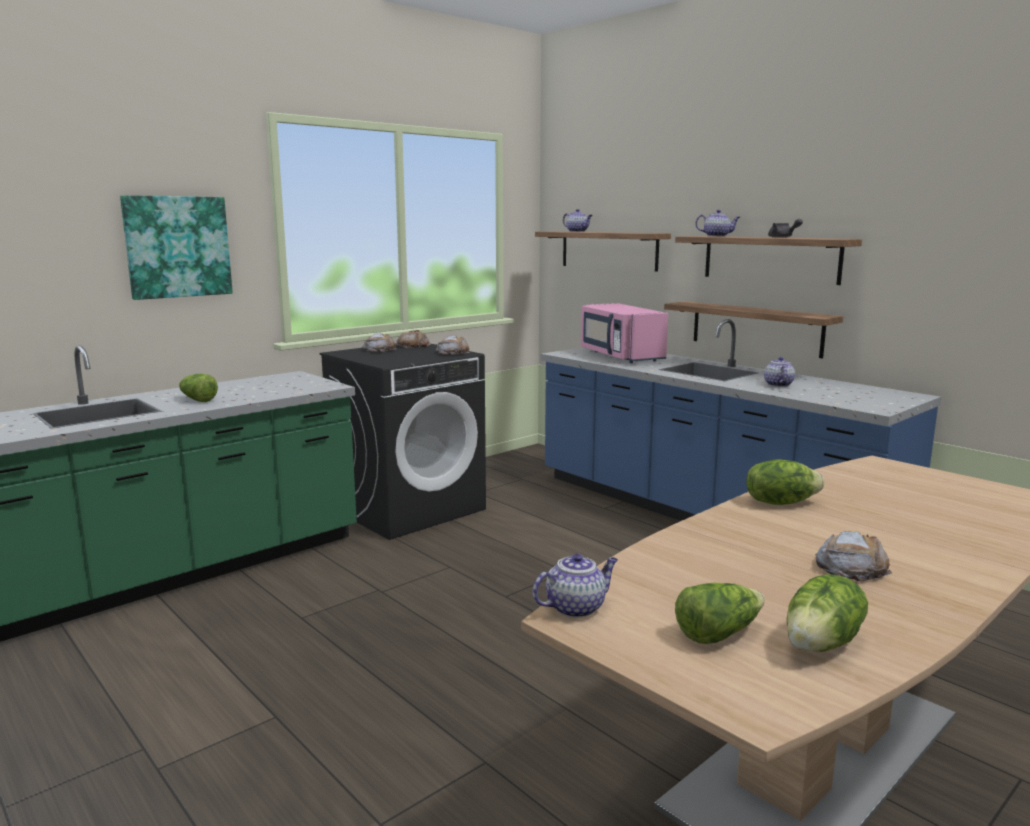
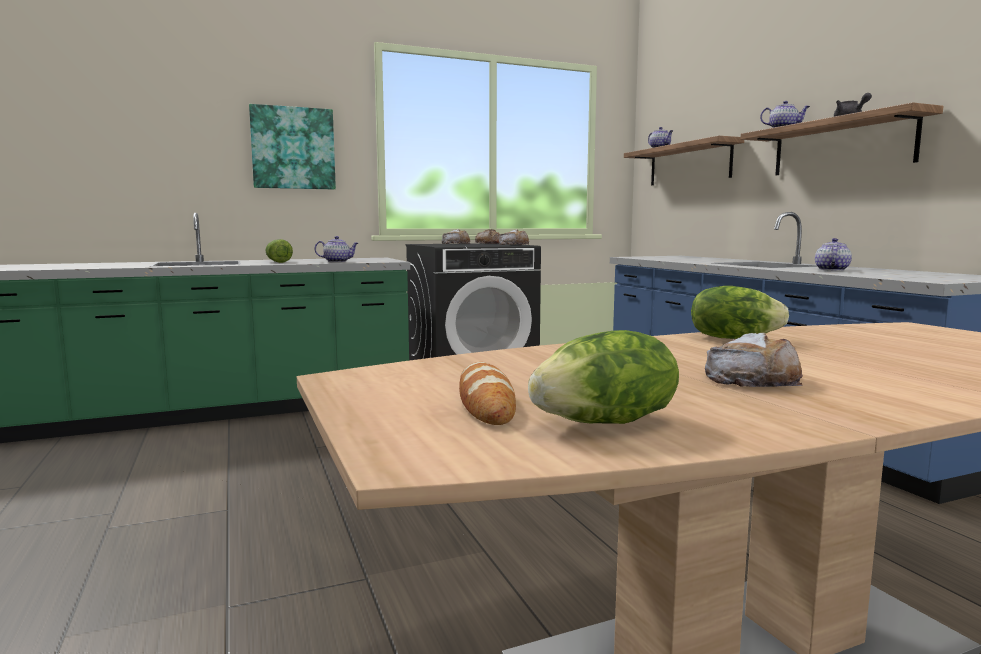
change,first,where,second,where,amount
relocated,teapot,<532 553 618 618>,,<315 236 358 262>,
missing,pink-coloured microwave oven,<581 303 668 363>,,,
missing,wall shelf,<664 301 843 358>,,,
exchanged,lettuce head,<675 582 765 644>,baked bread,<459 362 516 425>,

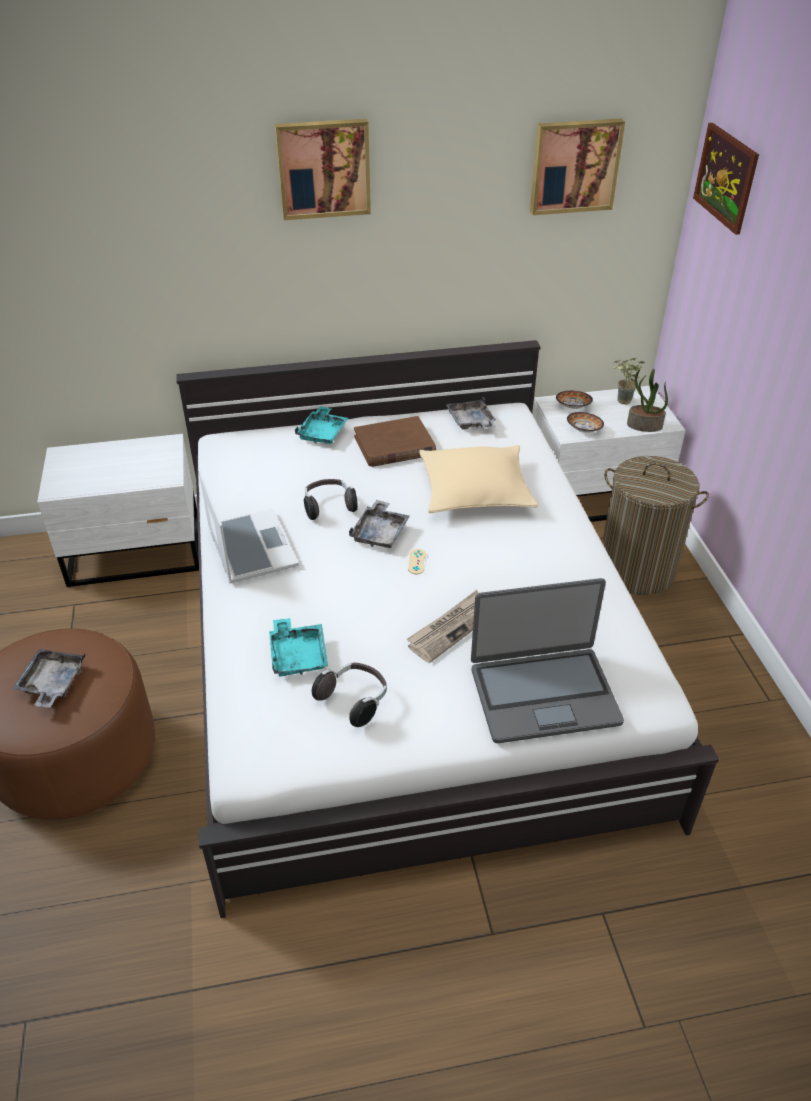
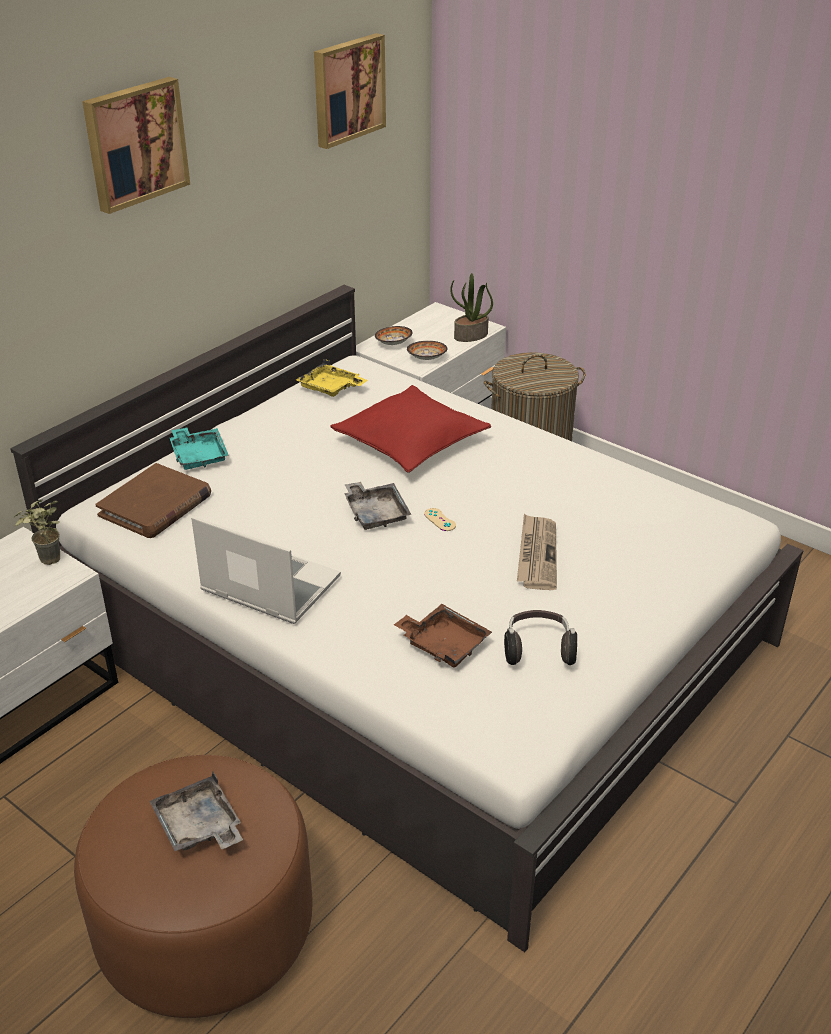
change,first,where,second,where,amount
colour,turquoise carrying tray,<269 618 328 676>,brownish carrying tray,<394 604 492 668>,
missing,headset,<304 479 358 520>,,,
relocated,brownish book,<354 416 436 467>,,<95 463 211 538>,
colour,beige pillow,<419 445 538 513>,red-coloured pillow,<330 385 491 473>,
colour,grey carrying tray,<446 397 496 429>,yellow carrying tray,<296 359 368 397>,
missing,notebook computer,<471 578 624 743>,,,
relocated,plant in a pot,<612 358 644 405>,,<14 499 60 565>,
missing,picture,<693 122 759 235>,,,

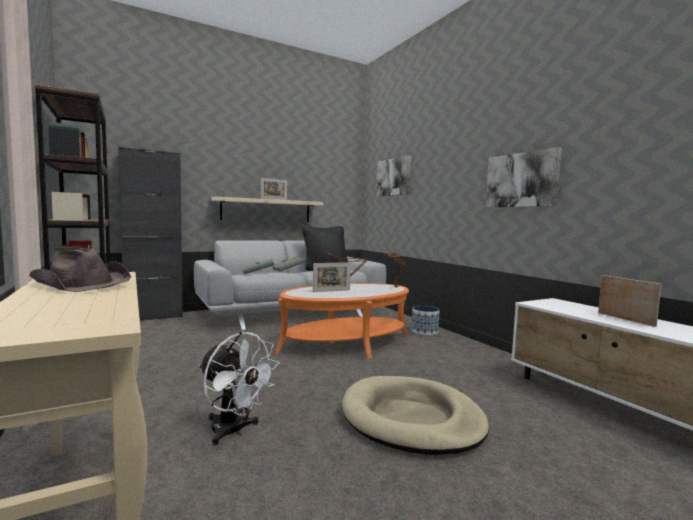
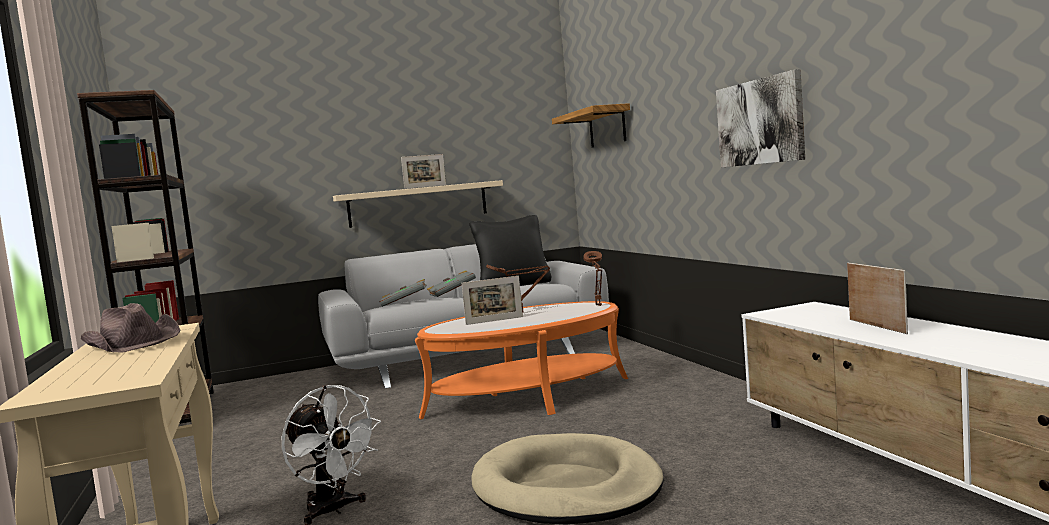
change,first,where,second,where,amount
missing,black storage cabinet,<118 147 183 321>,,,
exchanged,picture,<376 155 411 196>,wall shelf,<552 103 630 148>,
missing,flower pot,<412 306 440 336>,,,

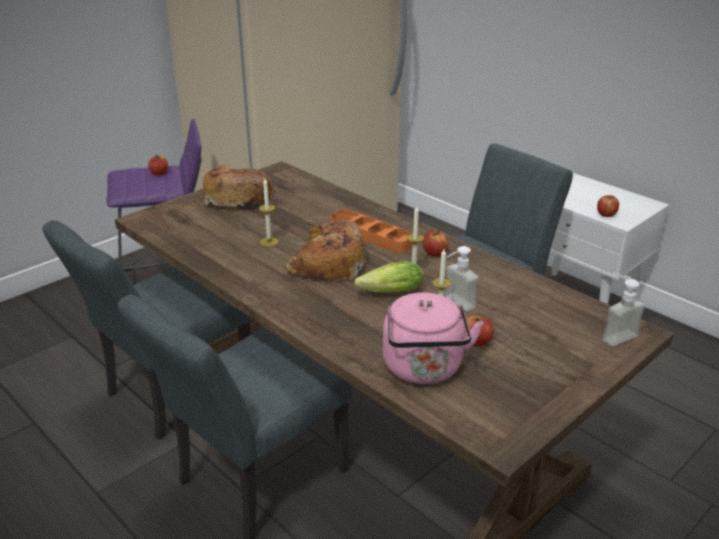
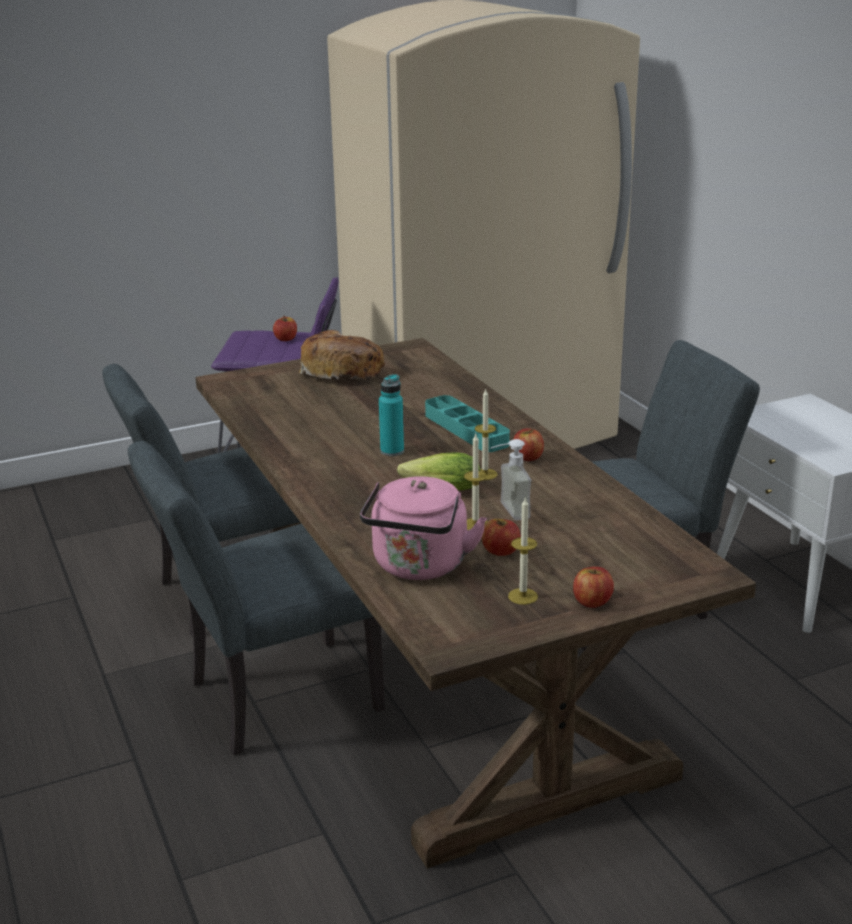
change,first,where,second,where,amount
relocated,wax light,<259 179 279 247>,,<508 498 538 605>,
exchanged,baked bread,<284 220 365 281>,turquoise beverage bottle,<379 374 404 456>,
colour,orange carrying tray,<330 209 413 253>,turquoise carrying tray,<425 395 510 452>,
relocated,apple,<597 195 619 217>,,<573 567 614 608>,
missing,soap bottle,<603 273 645 346>,,,

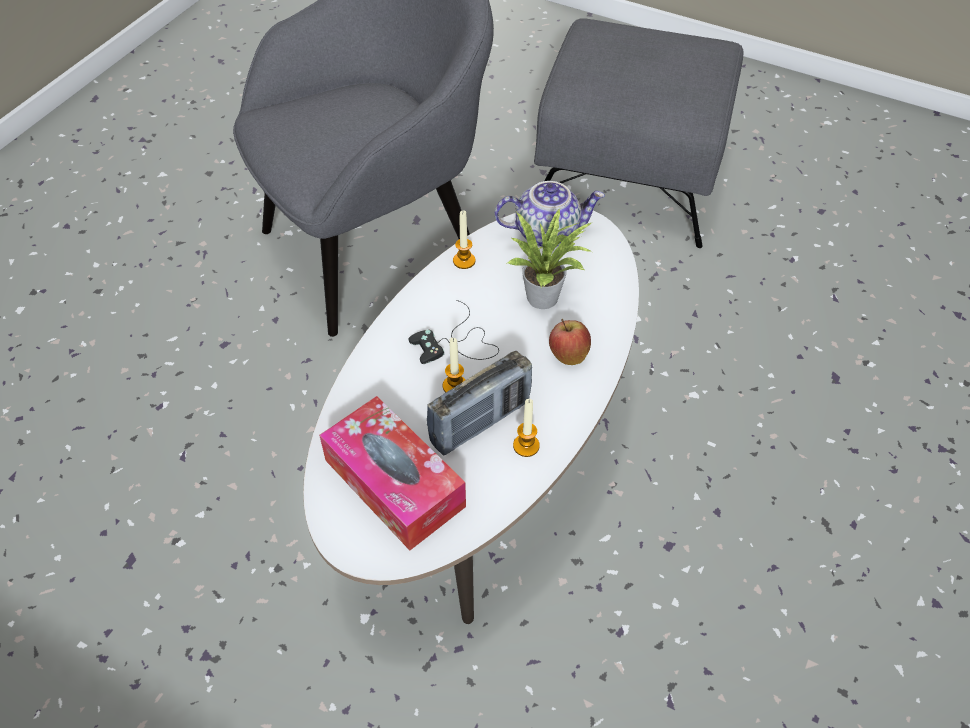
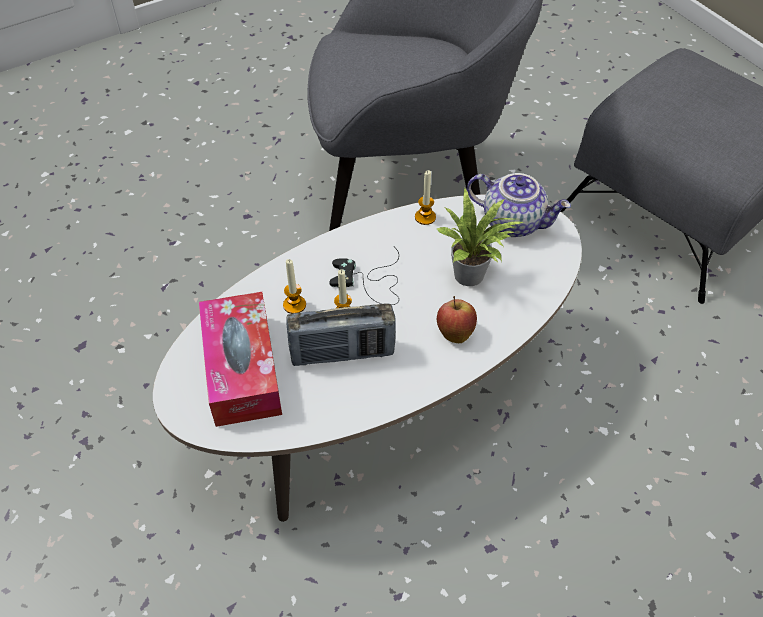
change,first,where,second,where,amount
relocated,wax light,<513 399 540 457>,,<283 259 306 314>,

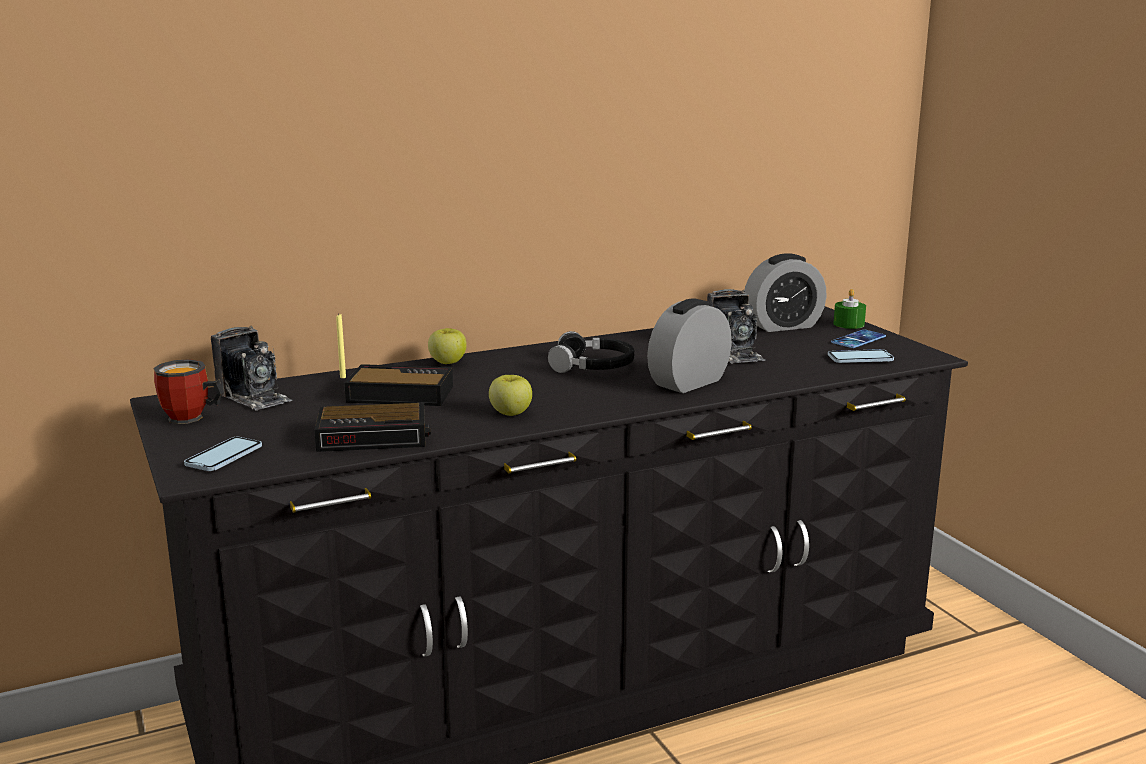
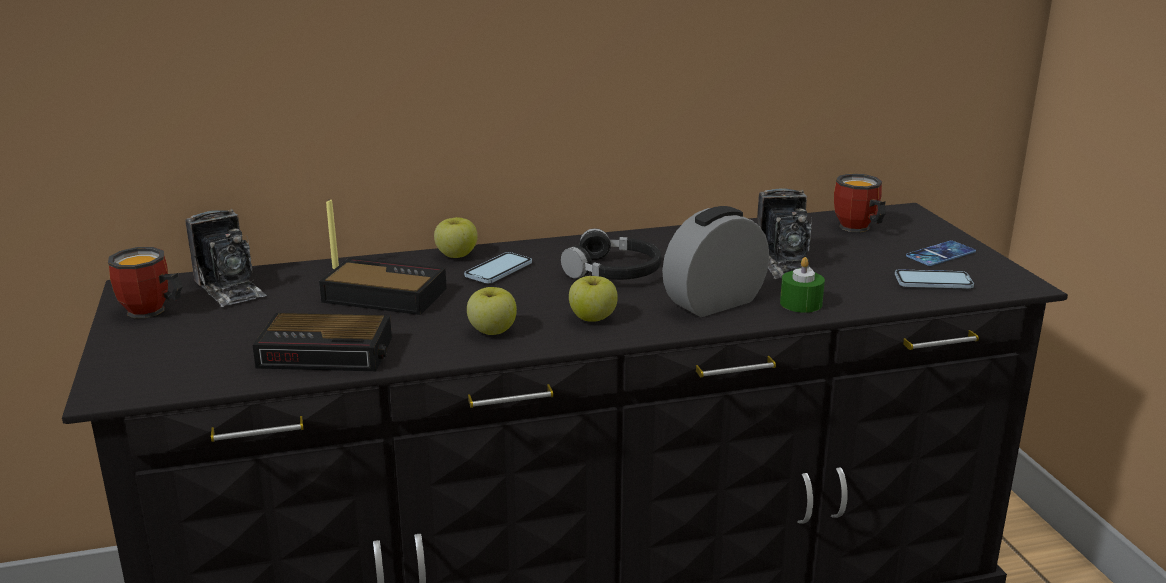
change,first,where,second,where,amount
relocated,telephone,<184 437 262 471>,,<464 252 532 283>,
exchanged,table clock,<745 253 827 332>,coffee mug,<834 174 886 232>,
relocated,green wax light,<833 289 866 329>,,<780 257 825 313>,
appeared,,,apple,<569 276 618 322>,

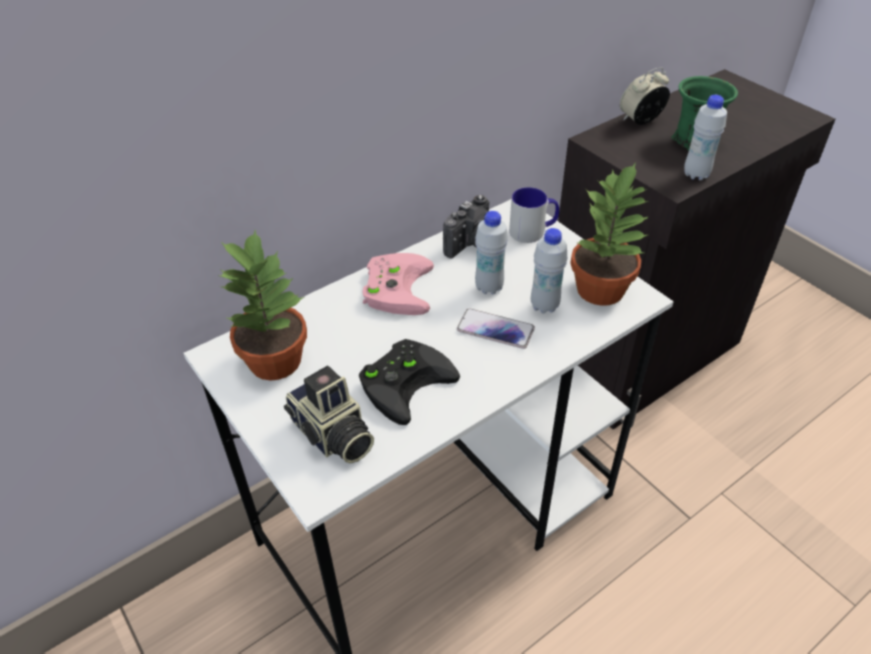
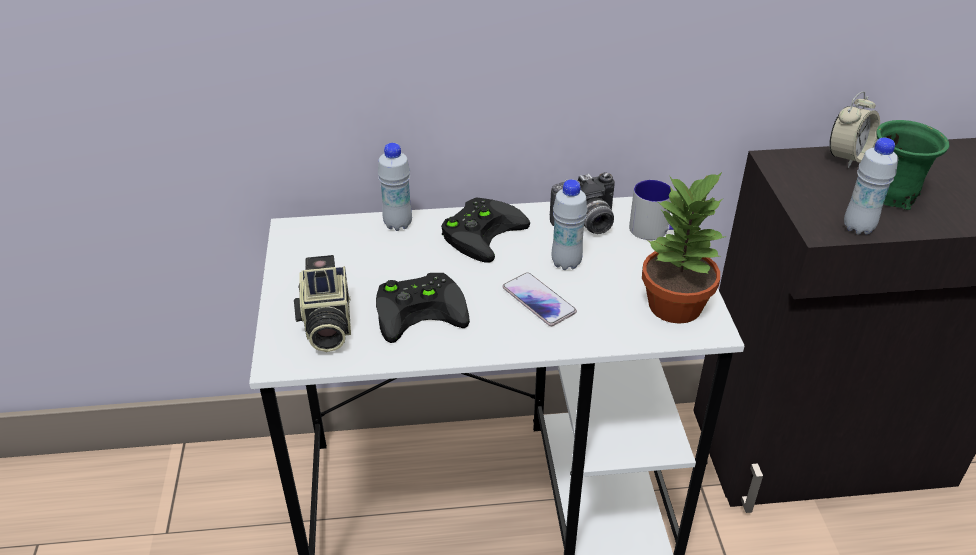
change,first,where,second,where,amount
missing,plant in a pot,<220 230 307 381>,,,
colour,pink-coloured gamepad,<362 253 434 315>,black gamepad,<441 197 530 263>,
relocated,white-coloured beverage bottle,<531 228 568 314>,,<378 143 412 231>,
spun,table clock,<620 67 670 125>,,<829 91 880 168>,135 degrees clockwise

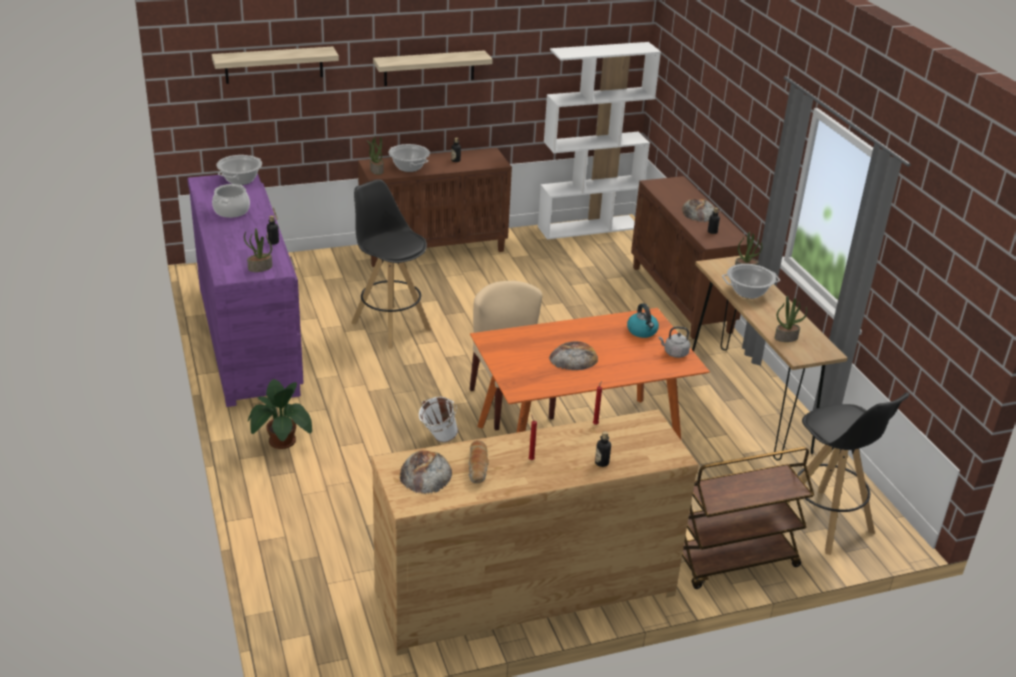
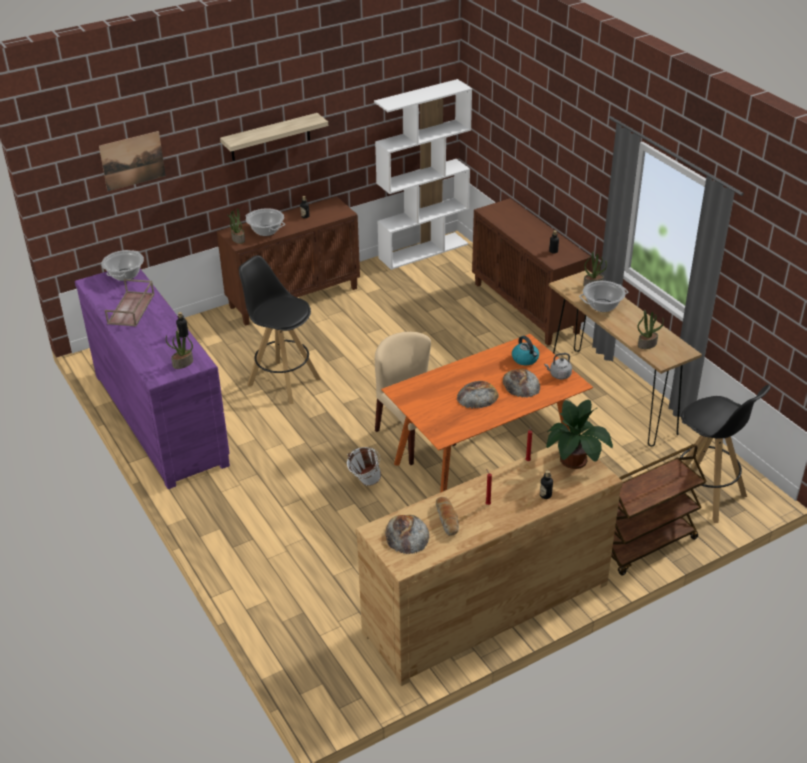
change,first,where,second,where,amount
exchanged,wall shelf,<212 47 339 84>,picture,<99 131 166 191>,
exchanged,cooking pot,<212 184 250 218>,brownish carrying tray,<105 279 154 327>,
relocated,plant in a pot,<248 379 312 449>,,<546 400 613 469>,
relocated,baked bread,<682 198 714 222>,,<503 369 540 398>,

